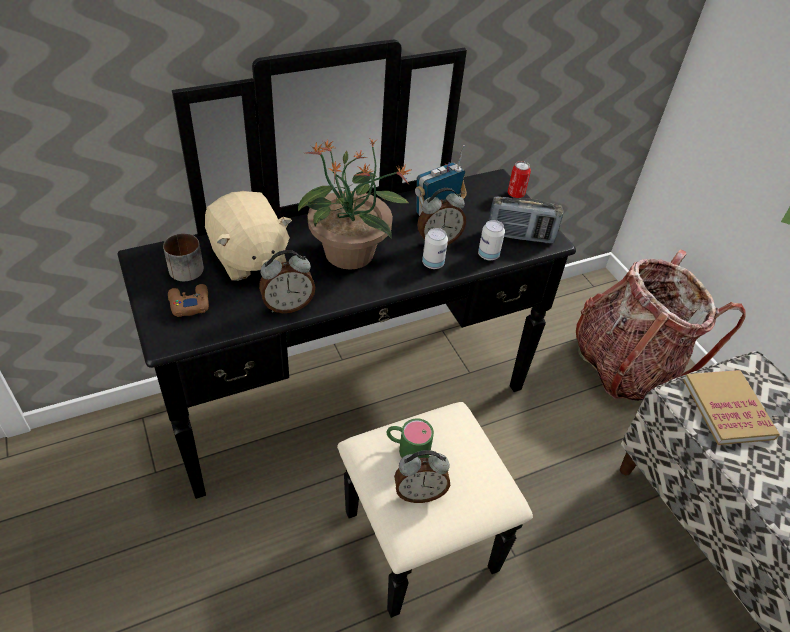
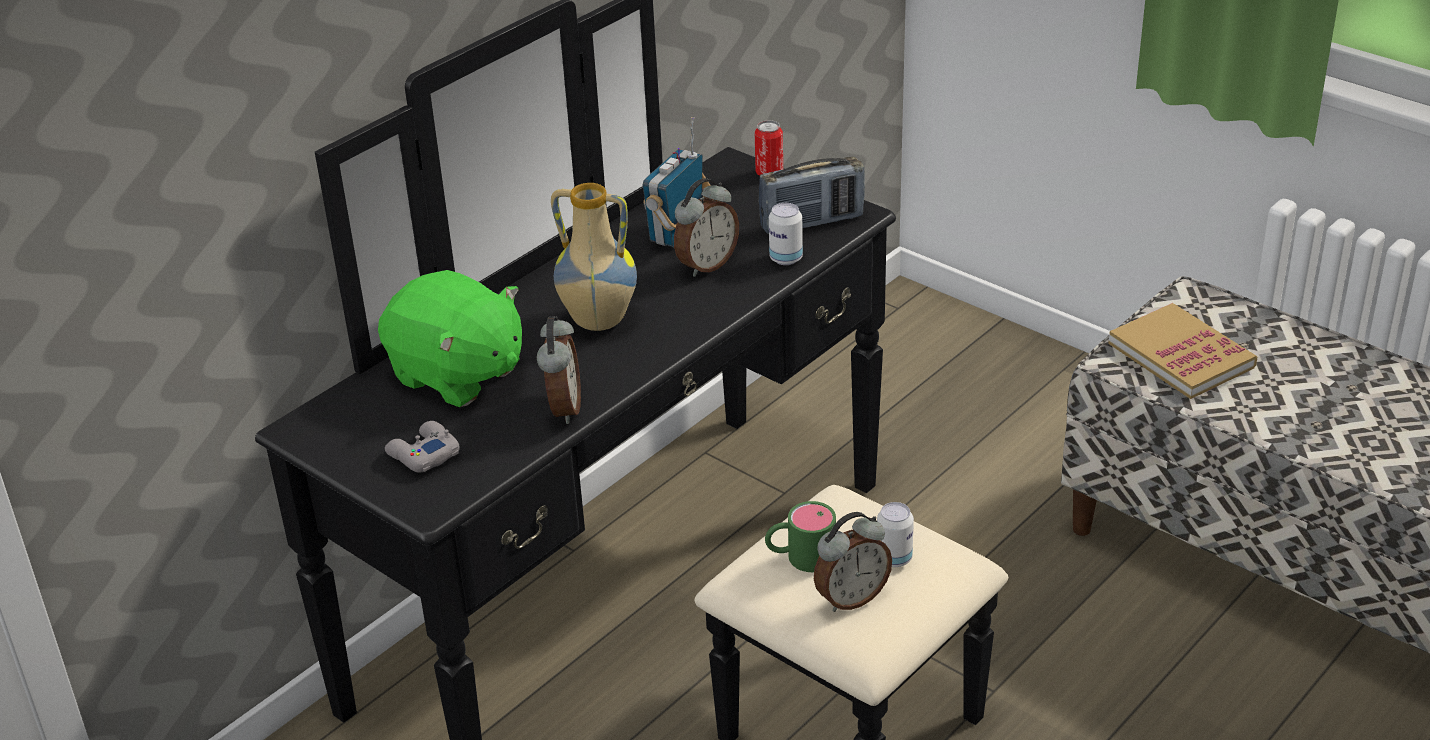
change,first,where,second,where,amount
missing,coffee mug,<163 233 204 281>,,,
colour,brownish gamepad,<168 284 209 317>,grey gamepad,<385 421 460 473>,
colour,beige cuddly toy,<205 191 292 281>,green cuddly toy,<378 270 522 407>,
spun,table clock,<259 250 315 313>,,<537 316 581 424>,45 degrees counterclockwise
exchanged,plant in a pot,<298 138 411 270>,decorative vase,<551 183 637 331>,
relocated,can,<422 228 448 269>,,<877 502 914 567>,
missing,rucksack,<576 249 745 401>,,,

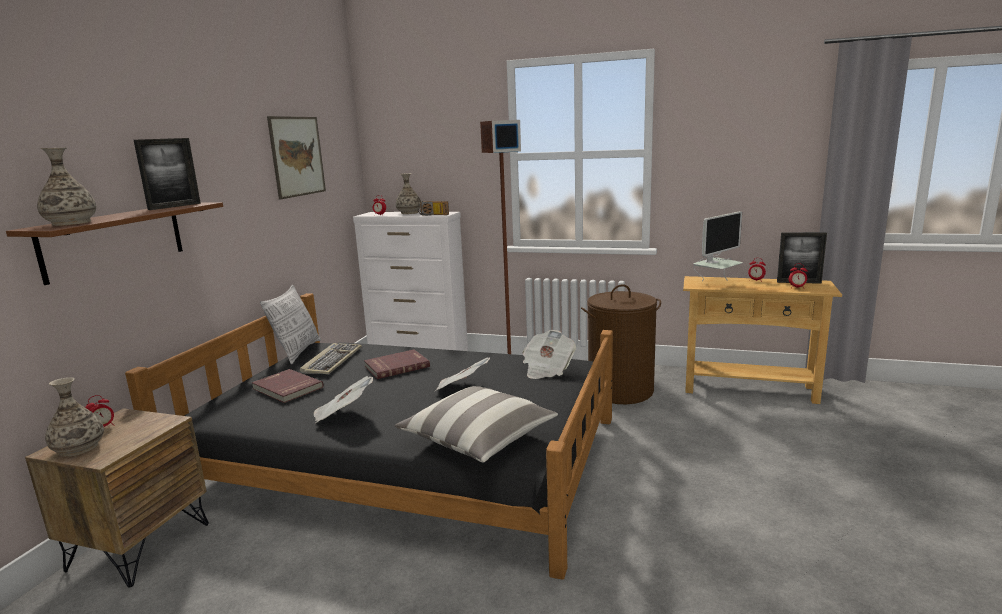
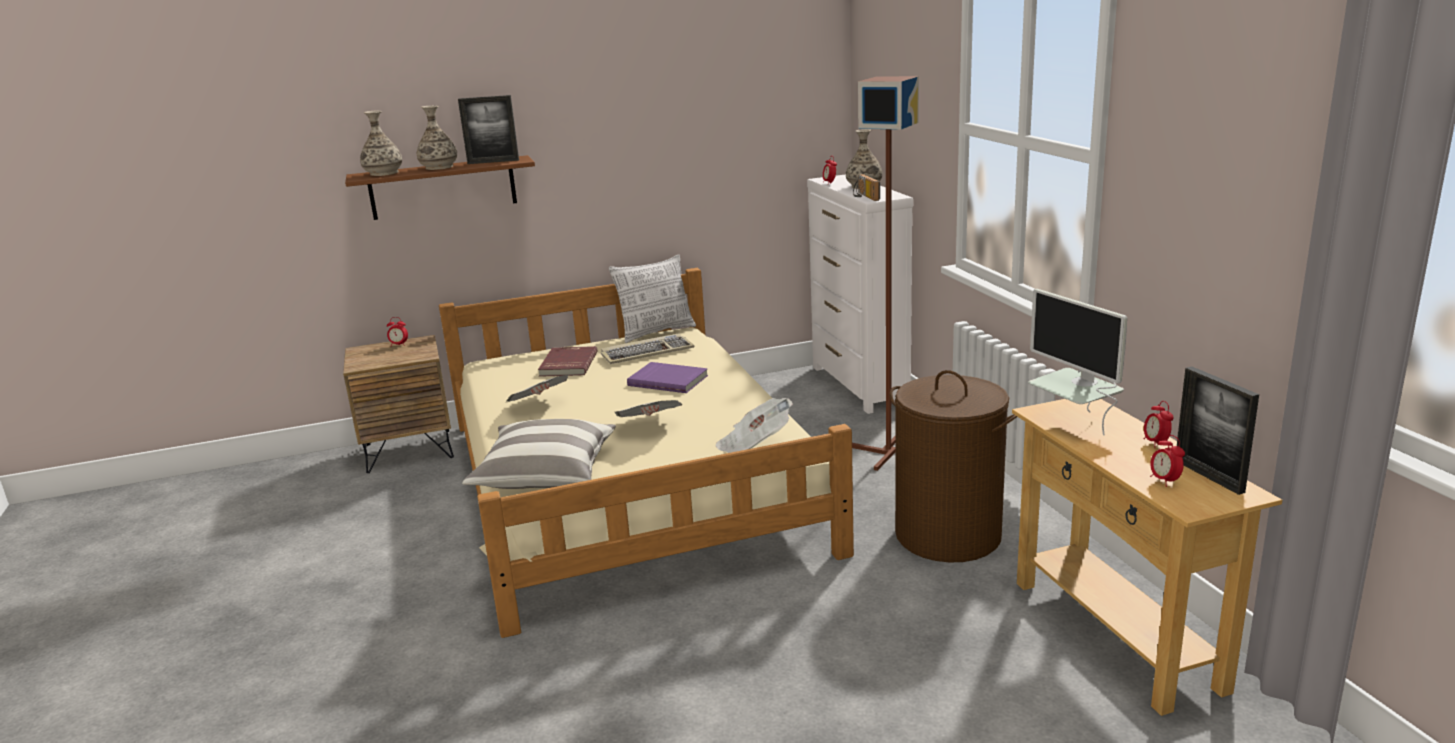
change,first,where,second,where,amount
relocated,decorative vase,<45 377 104 457>,,<417 106 457 170>,
colour,black bedroom bed,<125 293 613 580>,beige bedroom bed,<439 268 854 638>,
missing,picture,<267 116 326 200>,,,
colour,red-coloured book,<364 350 430 379>,purple-coloured book,<627 362 708 393>,
spun,computer screen,<693 211 743 281>,,<1028 289 1127 435>,45 degrees clockwise

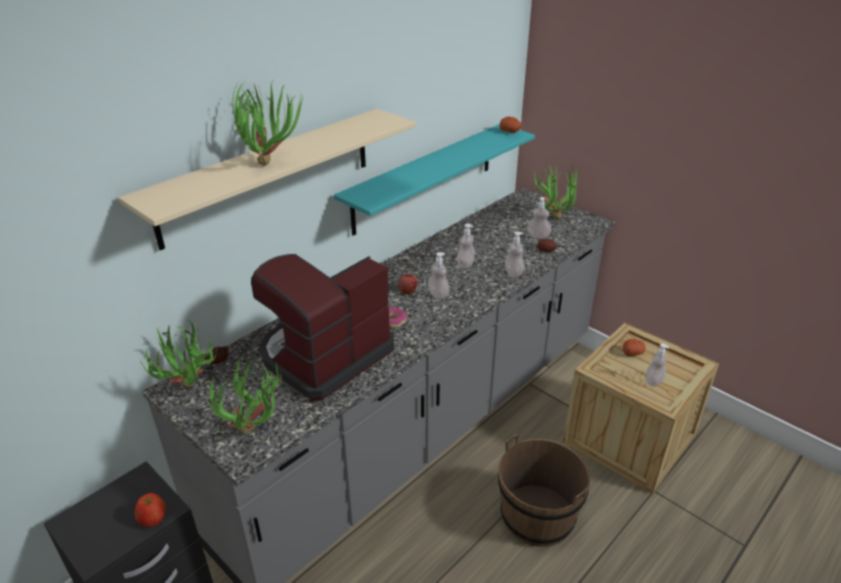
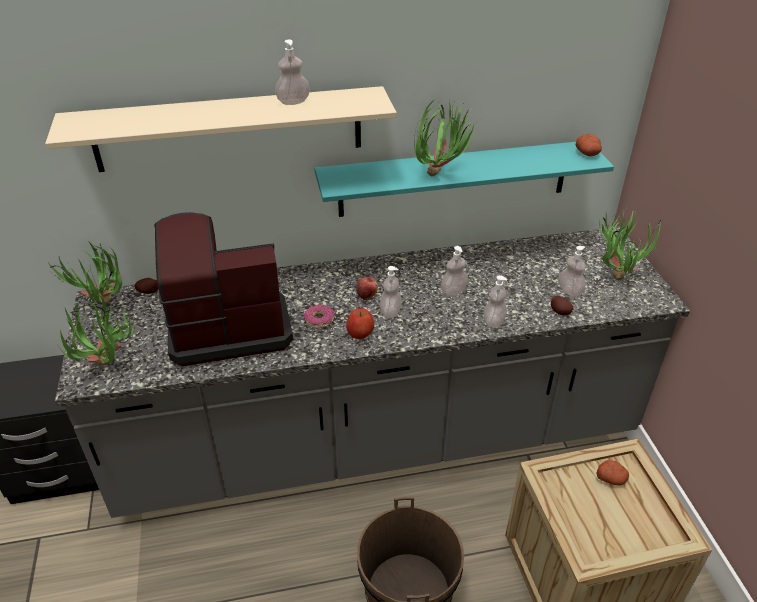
change,first,where,second,where,amount
relocated,apple,<135 493 166 527>,,<346 308 375 339>,
relocated,plant in a pot,<232 80 303 166>,,<414 99 477 176>,
relocated,soap bottle,<646 343 669 386>,,<275 40 310 105>,

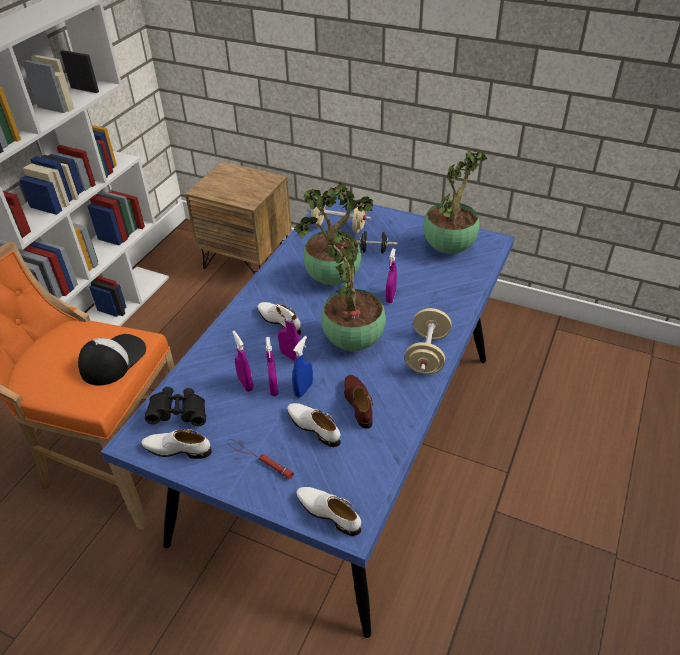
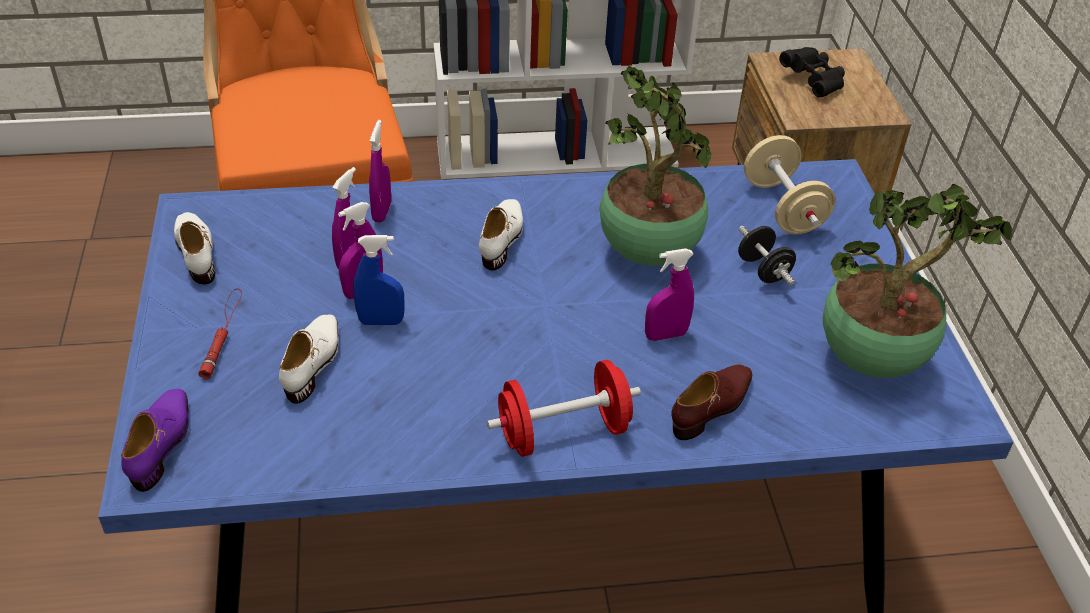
change,first,where,second,where,amount
missing,baseball cap,<78 334 146 386>,,,
relocated,black binoculars,<145 387 206 426>,,<779 47 845 98>,
relocated,purple-coloured sprayer,<277 305 300 361>,,<369 120 391 223>,
colour,white-coloured shoe,<296 487 361 536>,purple-coloured shoe,<121 389 189 492>,
missing,plant in a pot,<321 230 386 351>,,,
relocated,brownish shoe,<344 375 373 429>,,<671 365 752 440>,
colour,beige hand weight,<405 308 451 374>,red-coloured hand weight,<487 360 641 457>,

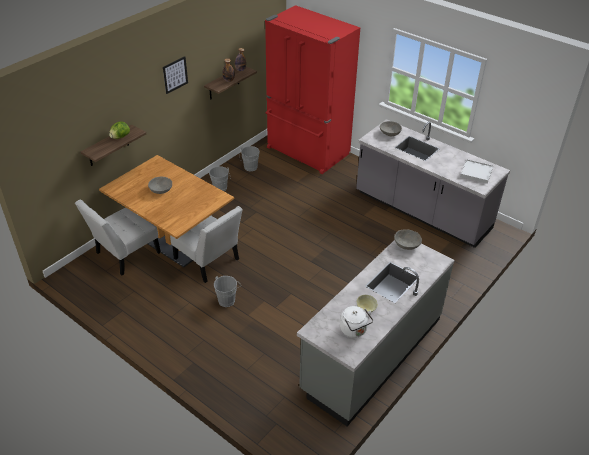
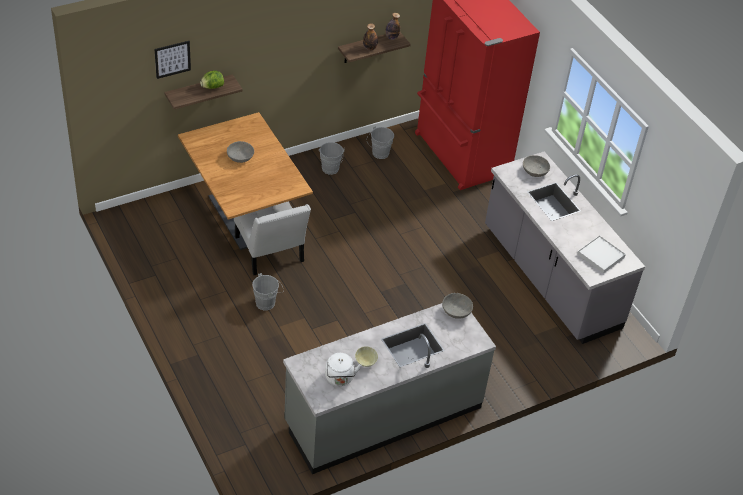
change,first,where,second,where,amount
missing,white-coloured chair,<75 200 161 275>,,,
relocated,picture,<163 56 188 94>,,<154 41 191 79>,

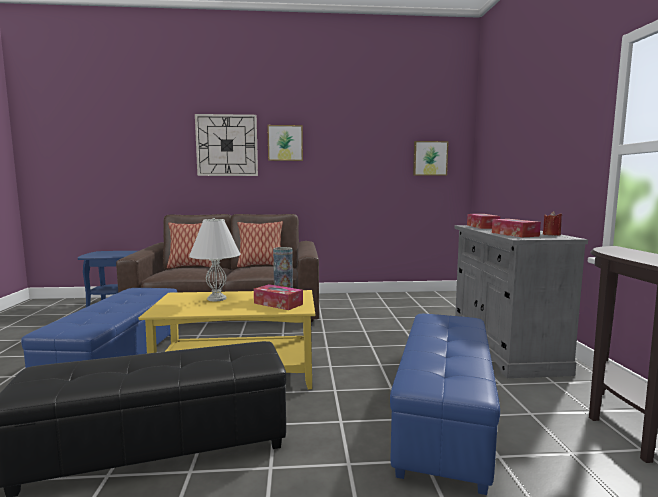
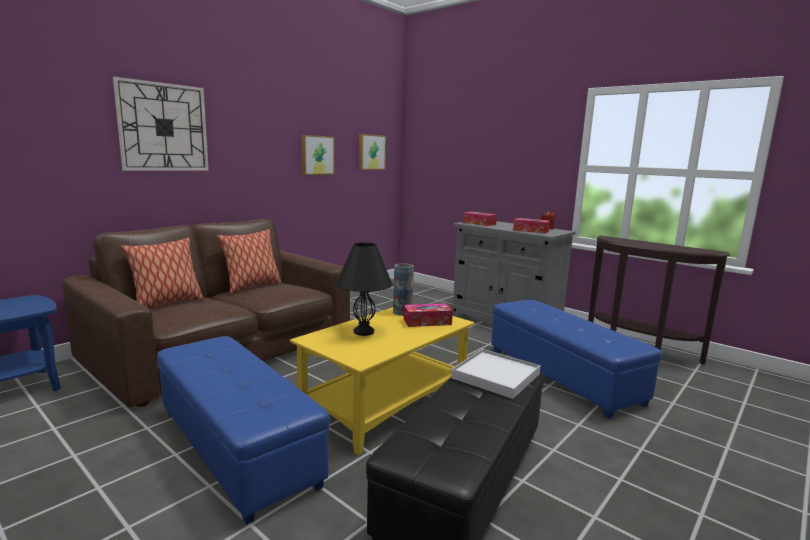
change,first,where,second,where,amount
colour,white-coloured tabletop lamp,<189 218 241 302>,black tabletop lamp,<336 242 393 336>,
relocated,picture,<267 125 303 161>,,<301 135 334 175>,
appeared,,,white-coloured carrying tray,<451 349 540 399>,

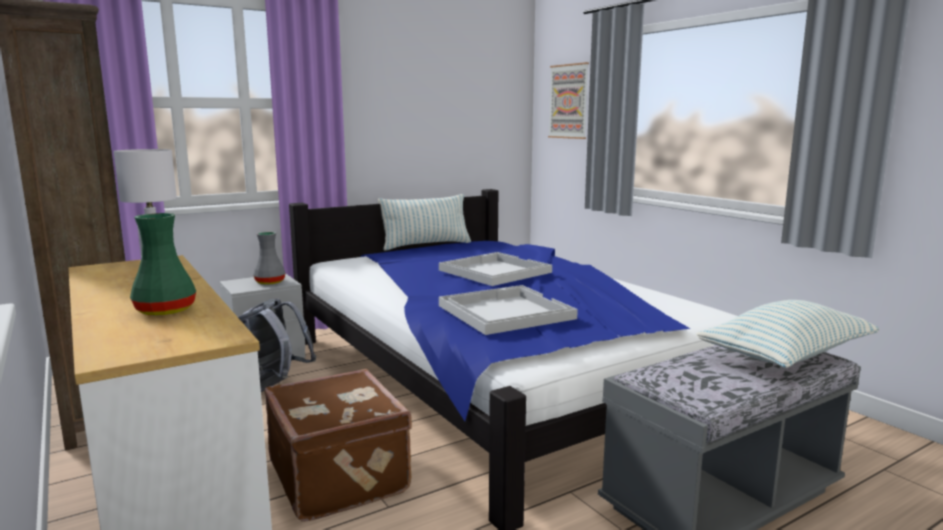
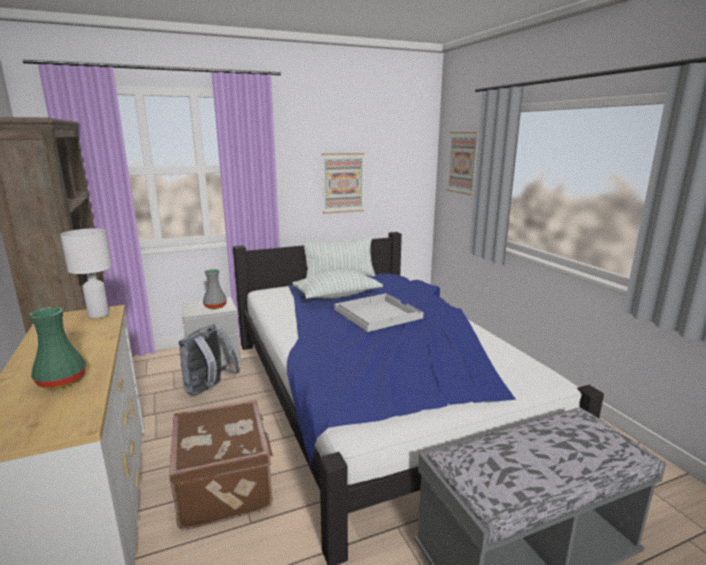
change,first,where,second,where,amount
missing,white-coloured carrying tray,<439 285 578 335>,,,
relocated,pillow,<696 300 879 368>,,<292 269 383 299>,
appeared,,,picture,<322 153 365 214>,

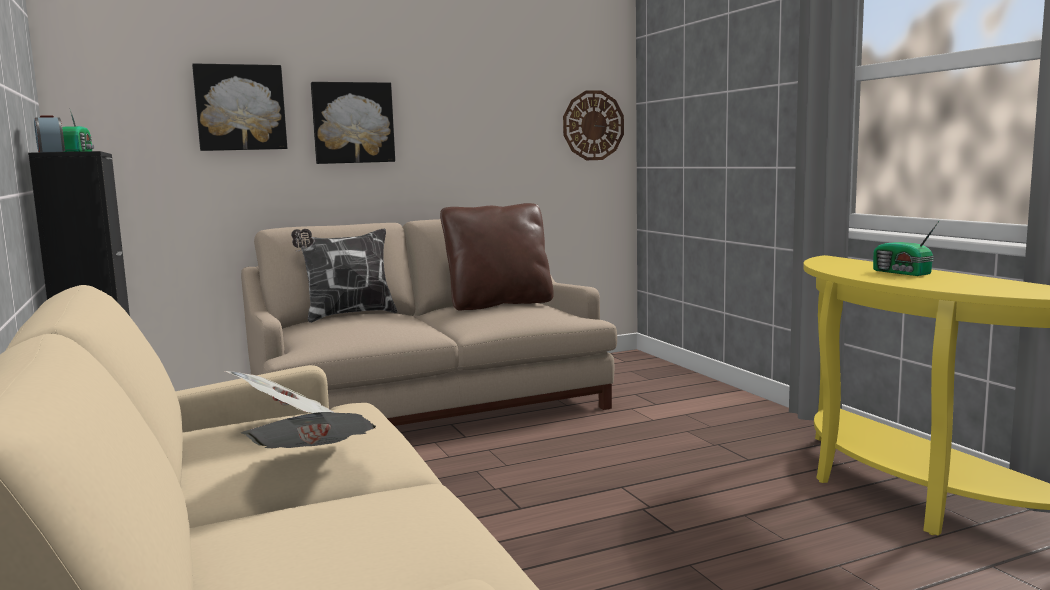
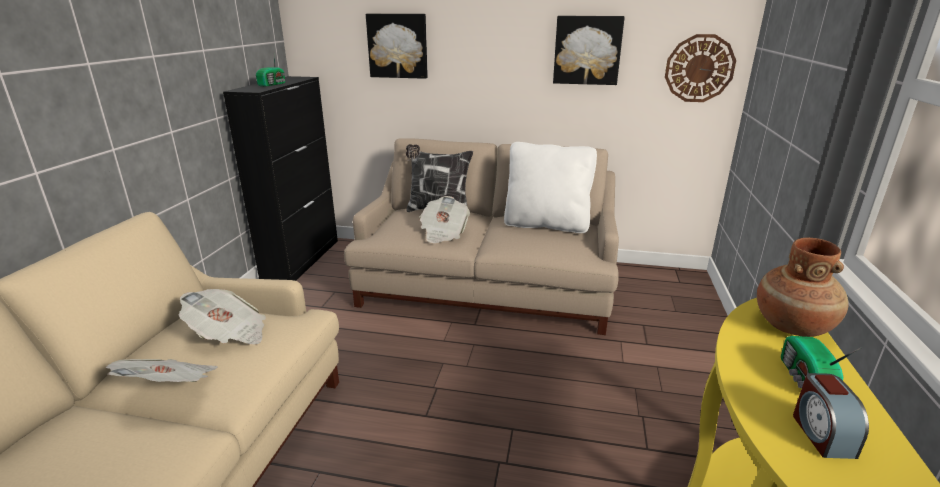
change,first,where,second,where,amount
relocated,table clock,<34 115 65 152>,,<793 373 869 459>,
relocated,picture,<311 82 395 164>,,<553 16 625 85>,
colour,brownish pillow,<440 203 554 311>,white-coloured pillow,<504 142 597 233>,
appeared,,,daily paper,<419 196 470 243>,
appeared,,,brownish decorative vase,<757 238 849 337>,

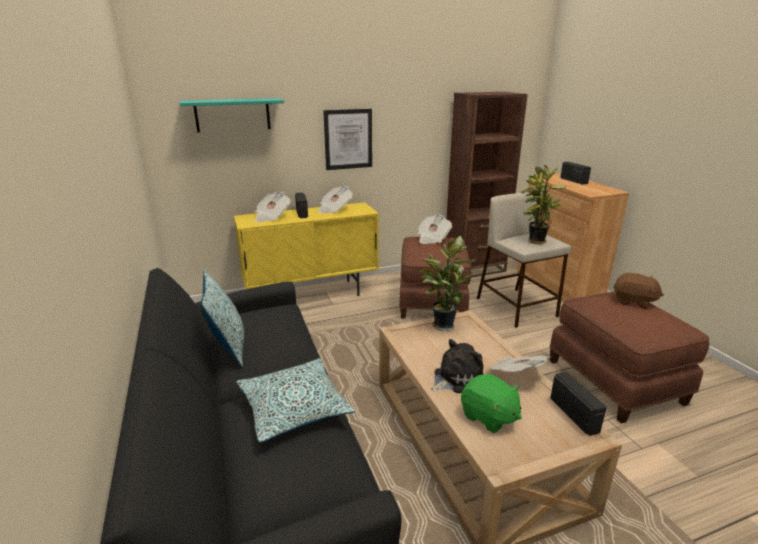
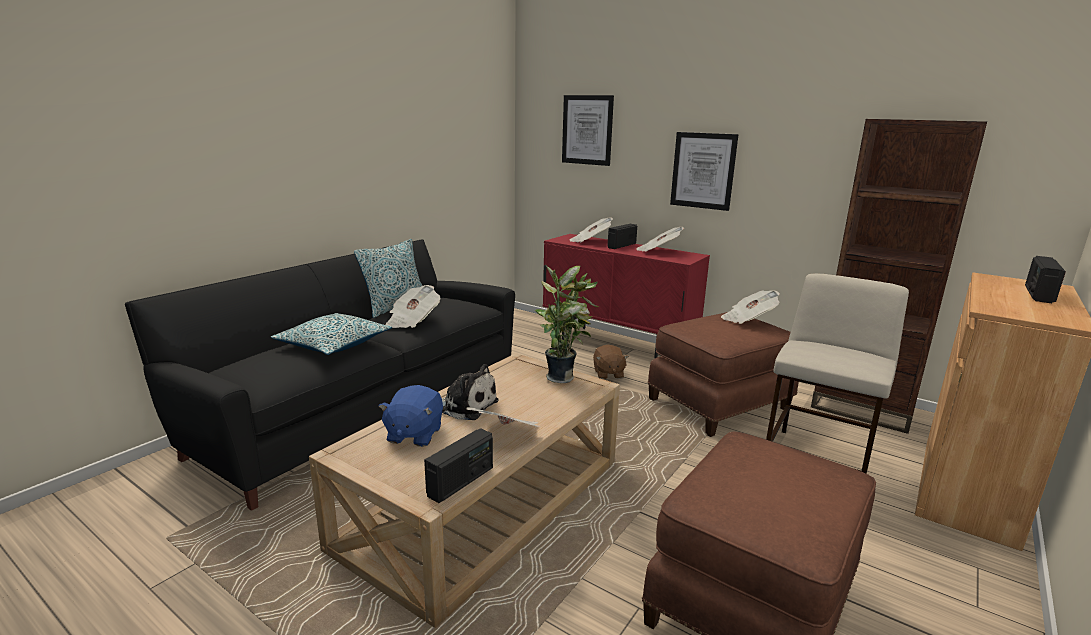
change,first,where,second,where,amount
exchanged,turquoise wall shelf,<180 98 284 132>,picture,<562 95 614 166>,
colour,yellow storage cabinet,<234 202 379 296>,red-coloured storage cabinet,<543 234 710 359>,
colour,green cuddly toy,<461 374 522 433>,blue cuddly toy,<379 385 443 447>,
missing,plant in a pot,<521 165 567 244>,,,
relocated,brownish cuddly toy,<613 273 664 309>,,<593 345 629 379>,
appeared,,,daily paper,<385 285 440 328>,

